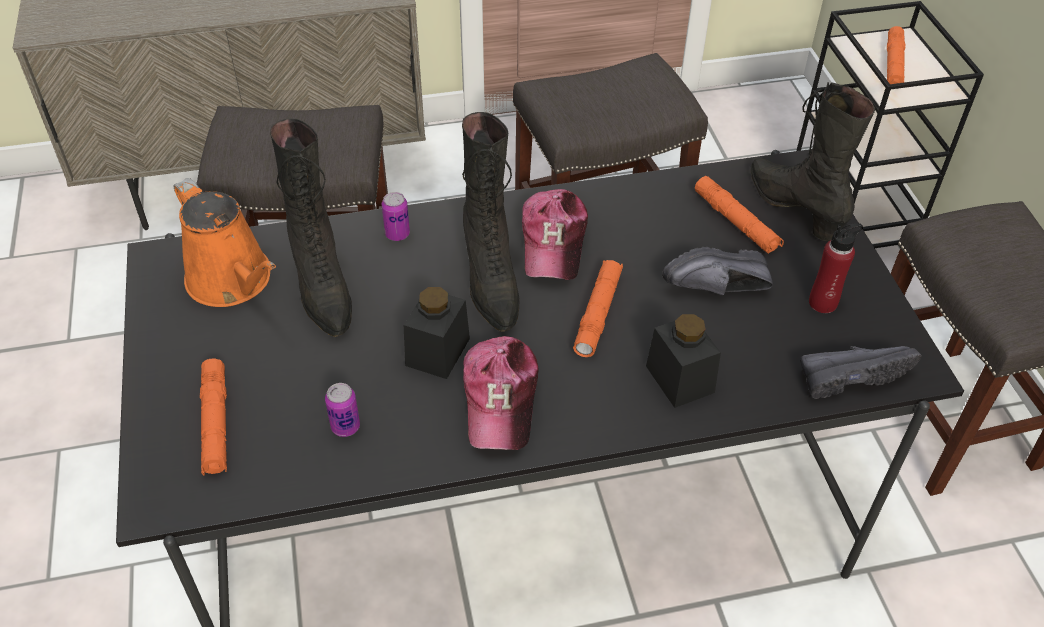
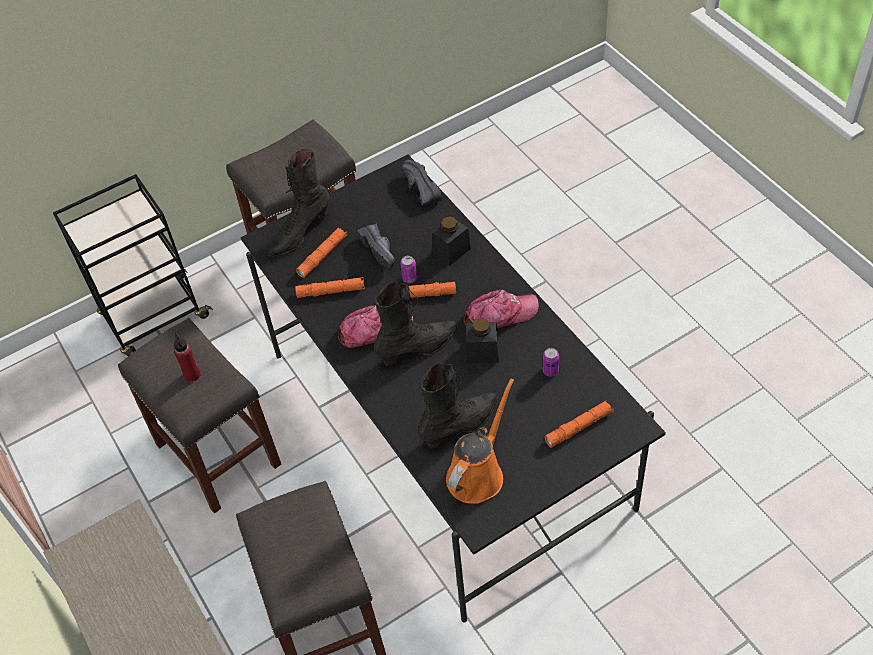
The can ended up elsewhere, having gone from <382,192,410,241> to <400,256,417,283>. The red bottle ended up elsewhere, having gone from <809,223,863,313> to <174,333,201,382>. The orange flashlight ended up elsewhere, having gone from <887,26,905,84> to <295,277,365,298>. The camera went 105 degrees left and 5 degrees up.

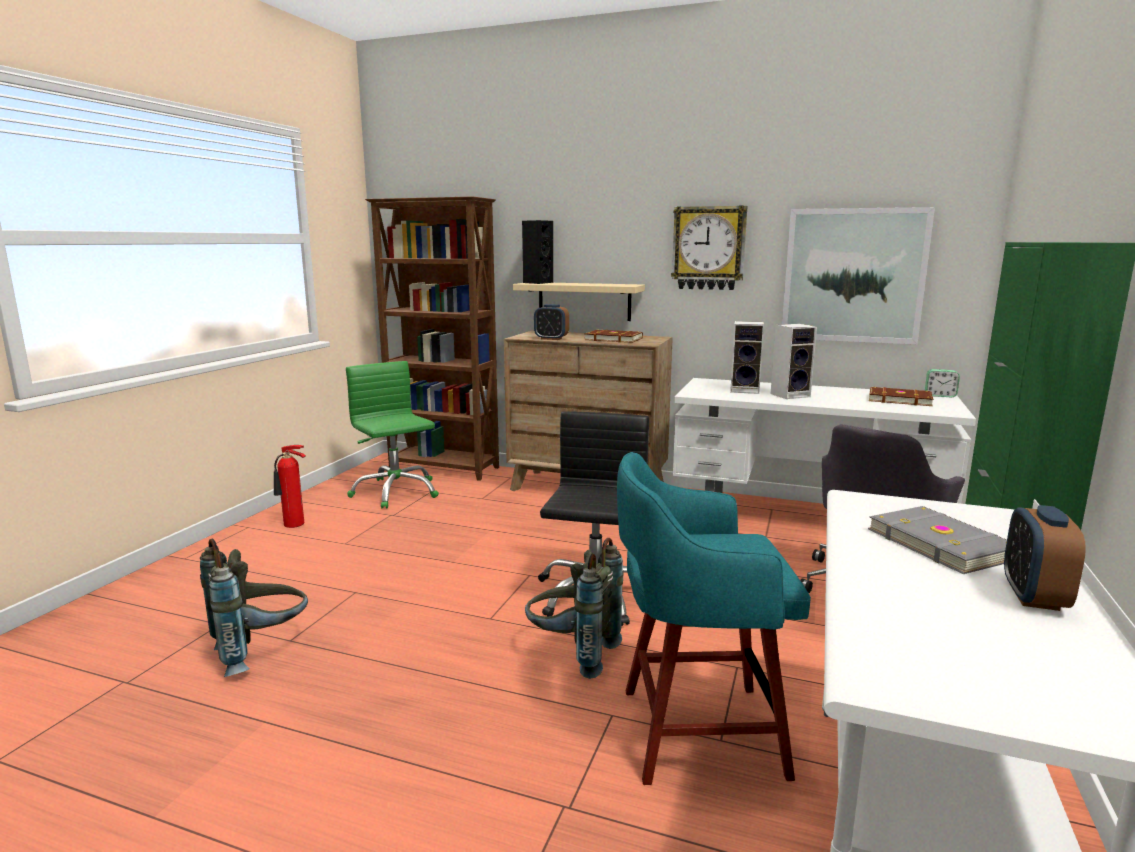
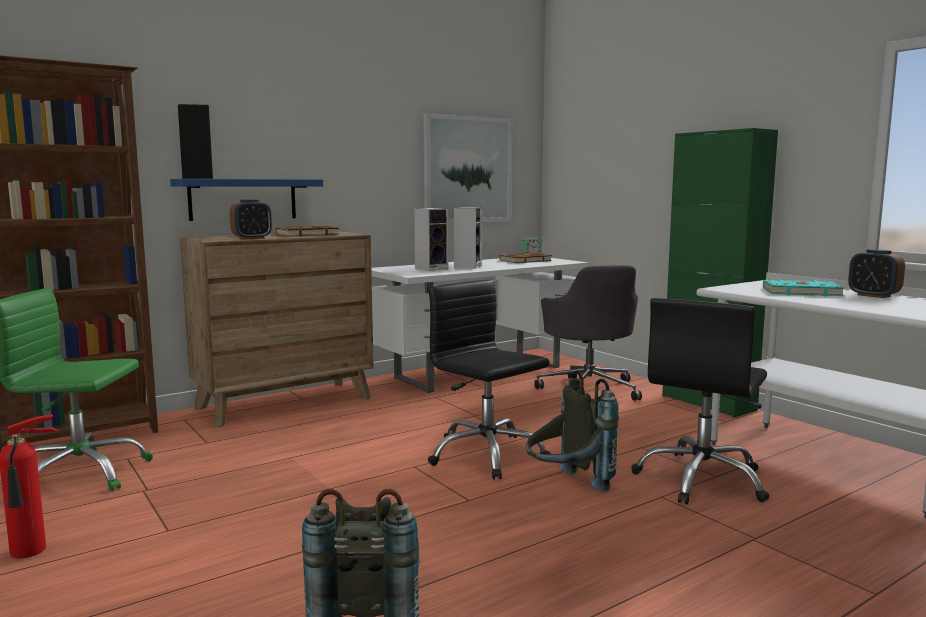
What was the beige shelf at <513,283,645,321> turned into the blue shelf at <170,179,323,221>. Where the turquoise stool stood at <617,452,811,785>, the black office chair came to stand at <631,298,770,504>. The second view lost the wall clock at <671,206,747,290>. What was the grey book at <868,506,1007,574> turned into the turquoise book at <763,279,844,296>. The camera went 55 degrees left and 5 degrees down.

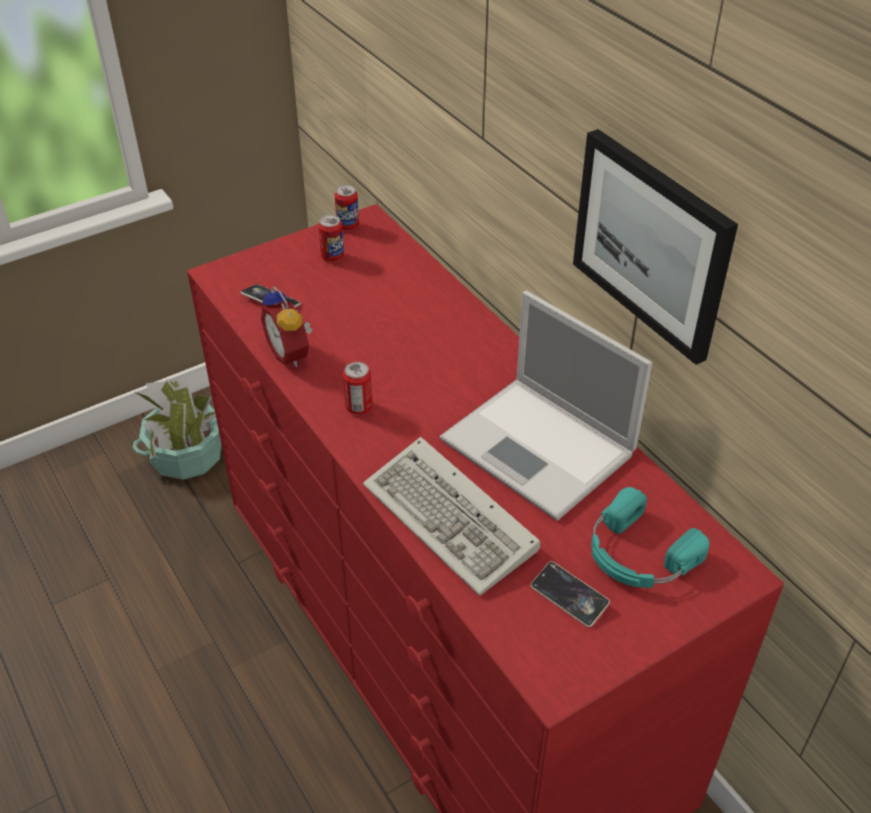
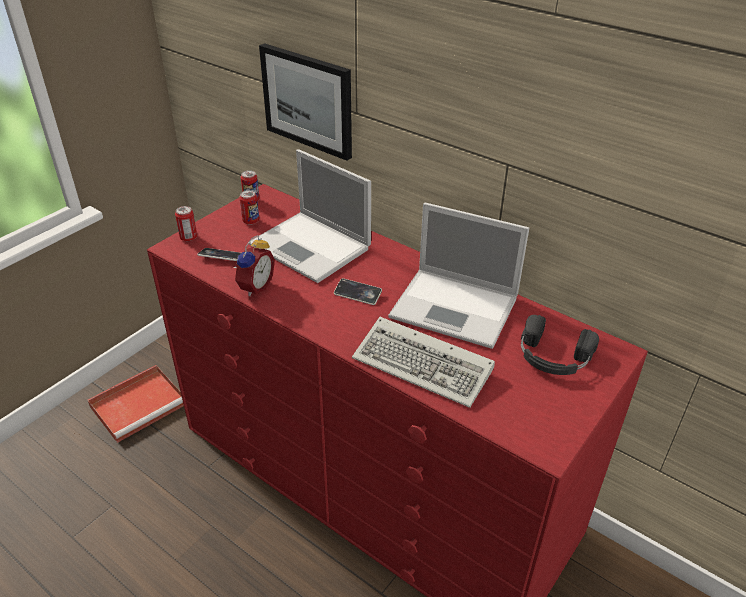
Where the potted plant stood at <132,379,221,480>, the red tray came to stand at <88,365,184,443>. The alarm clock at <261,286,312,367> ended up facing another way, 105 degrees counterclockwise from before. The can ended up elsewhere, having gone from <343,362,373,415> to <175,206,197,241>. The phone ended up elsewhere, having gone from <531,561,610,627> to <334,278,382,305>. The picture ended up elsewhere, having gone from <573,129,738,365> to <259,43,352,161>. What was the turquoise headphones at <591,487,709,588> turned into the black headphones at <521,315,599,375>. The second view gained the laptop at <249,149,371,283>. The camera went 20 degrees left and 5 degrees down.

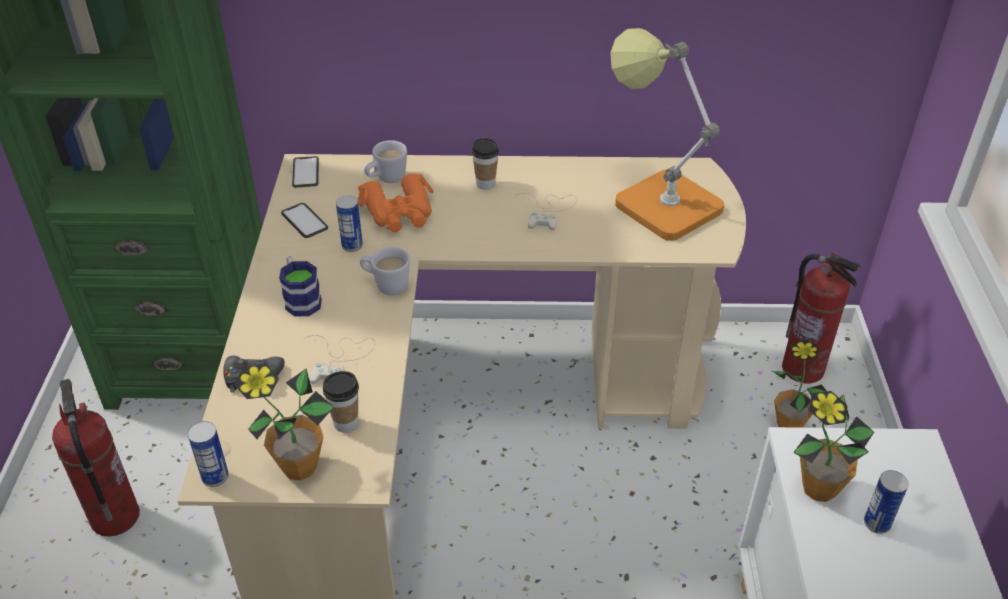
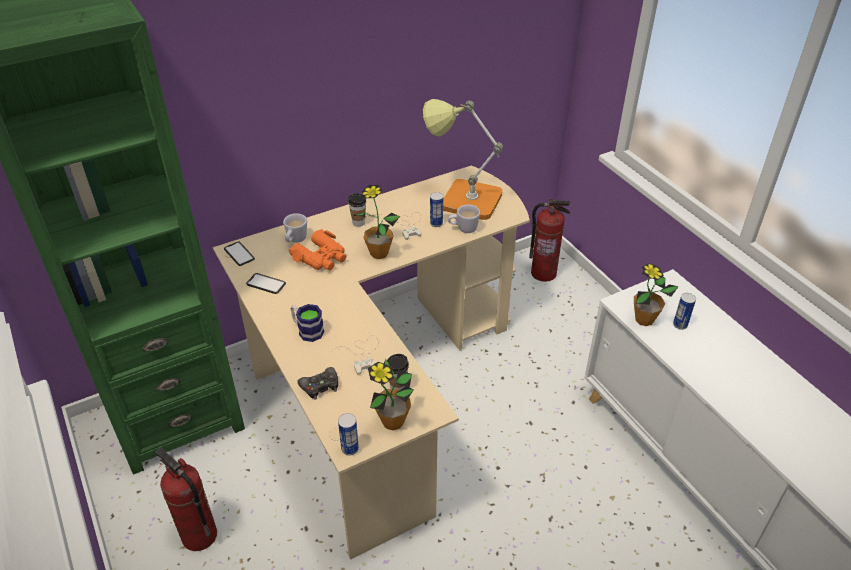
The can ended up elsewhere, having gone from <336,195,363,252> to <430,192,443,227>. The white mug ended up elsewhere, having gone from <360,247,410,296> to <448,205,480,233>. The potted plant ended up elsewhere, having gone from <773,339,827,428> to <354,185,400,259>. The camera went 30 degrees left and 0 degrees up.

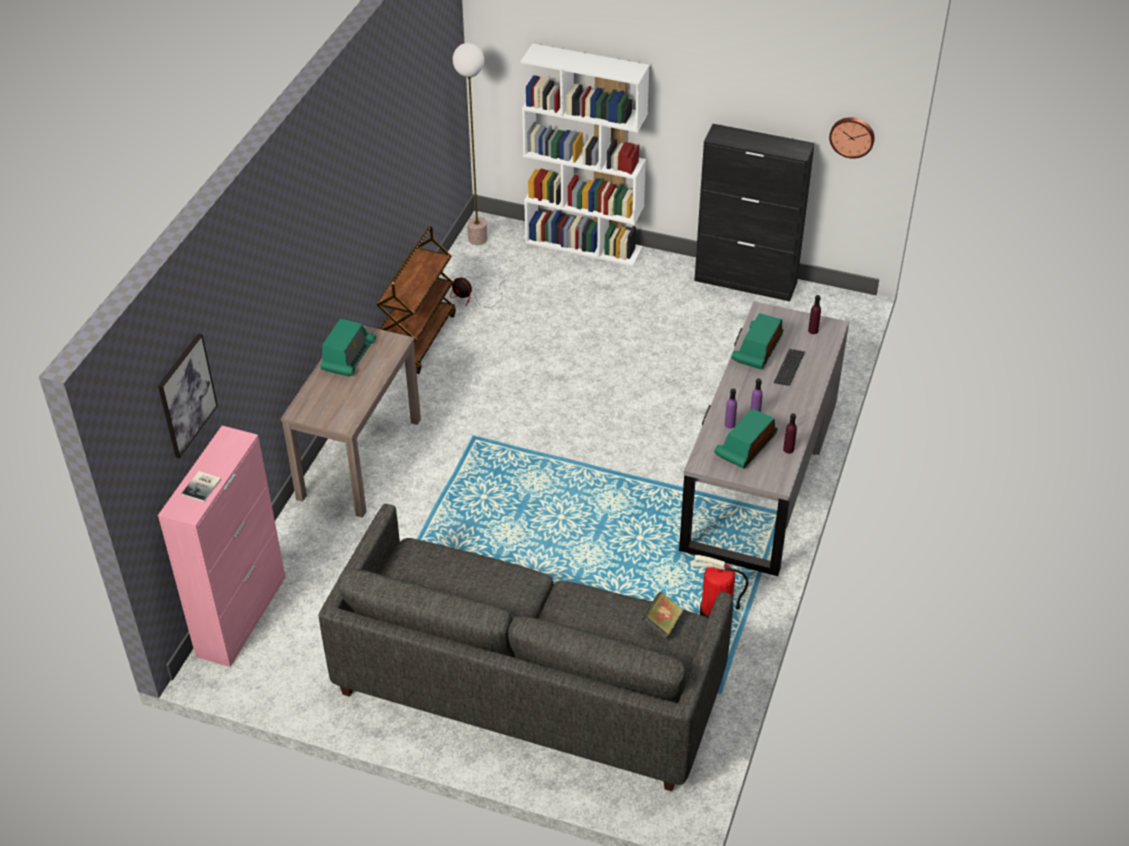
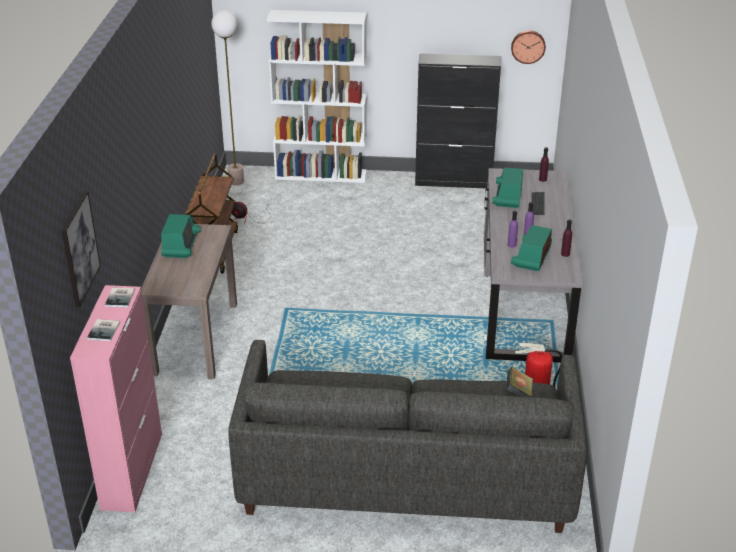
The second view gained the book at <105,288,135,307>. The camera went 15 degrees left and 10 degrees down.

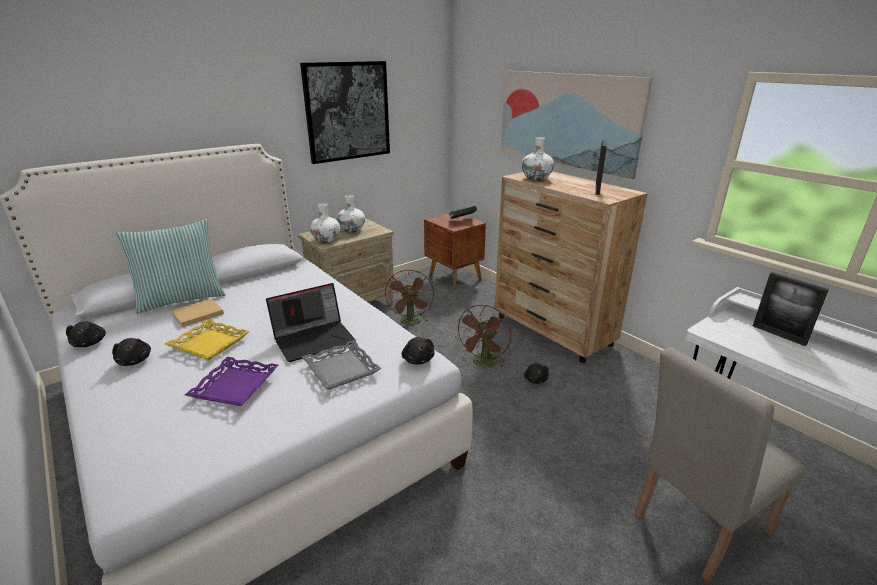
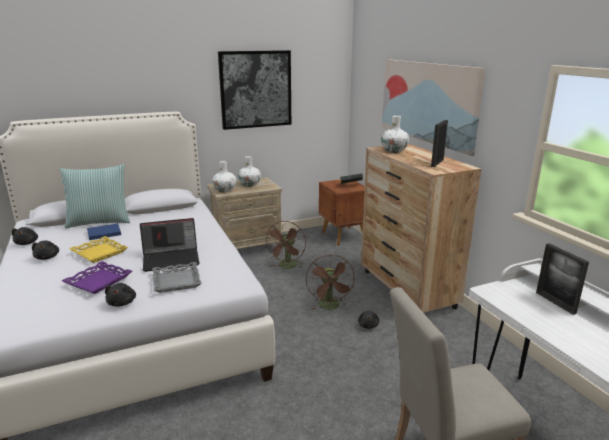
What was the beige book at <171,299,224,327> turned into the blue book at <87,223,121,240>. The black plush toy ended up elsewhere, having gone from <401,337,435,364> to <105,283,136,307>. The brown fan at <455,305,511,368> ended up facing another way, 45 degrees counterclockwise from before. The camera went 15 degrees right and 5 degrees down.

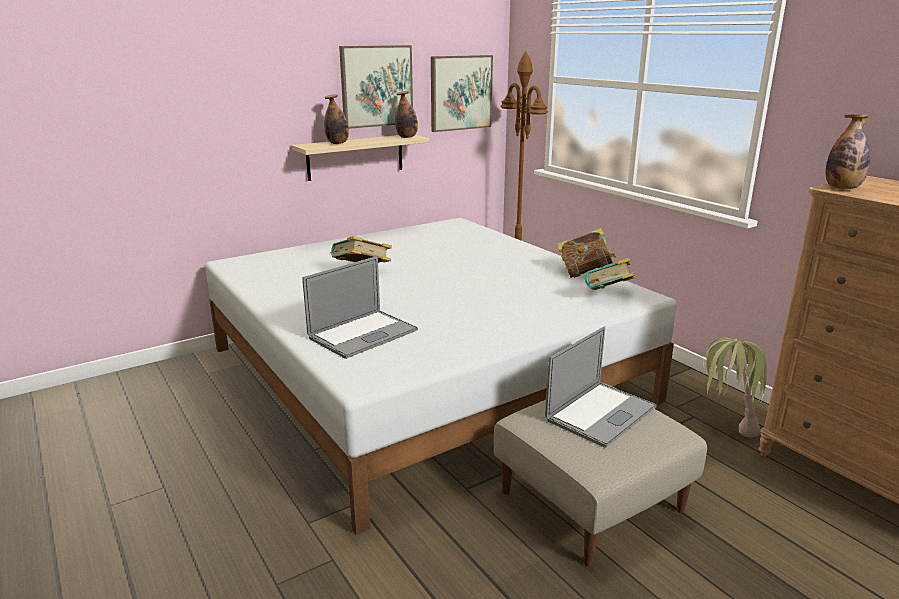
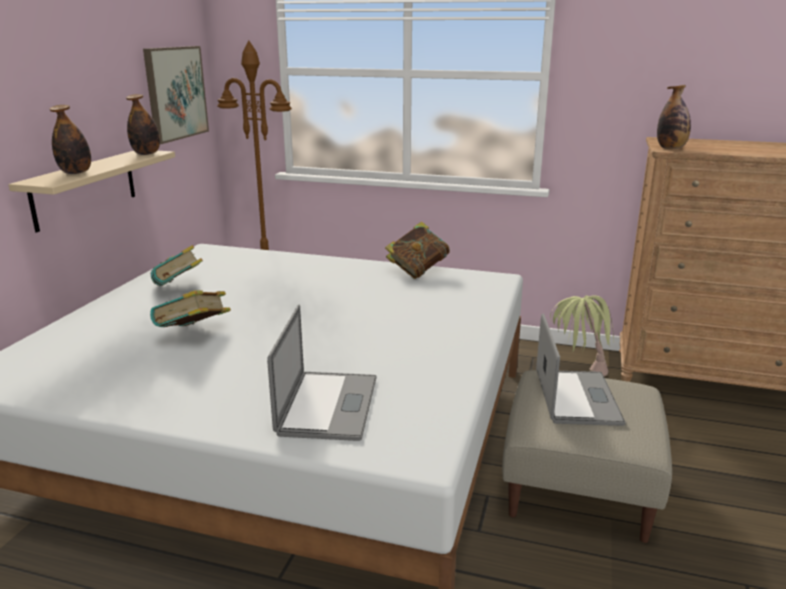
The second view lost the picture at <339,45,413,129>. The book ended up elsewhere, having gone from <585,258,635,290> to <151,245,203,286>. The camera went 40 degrees left and 0 degrees up.

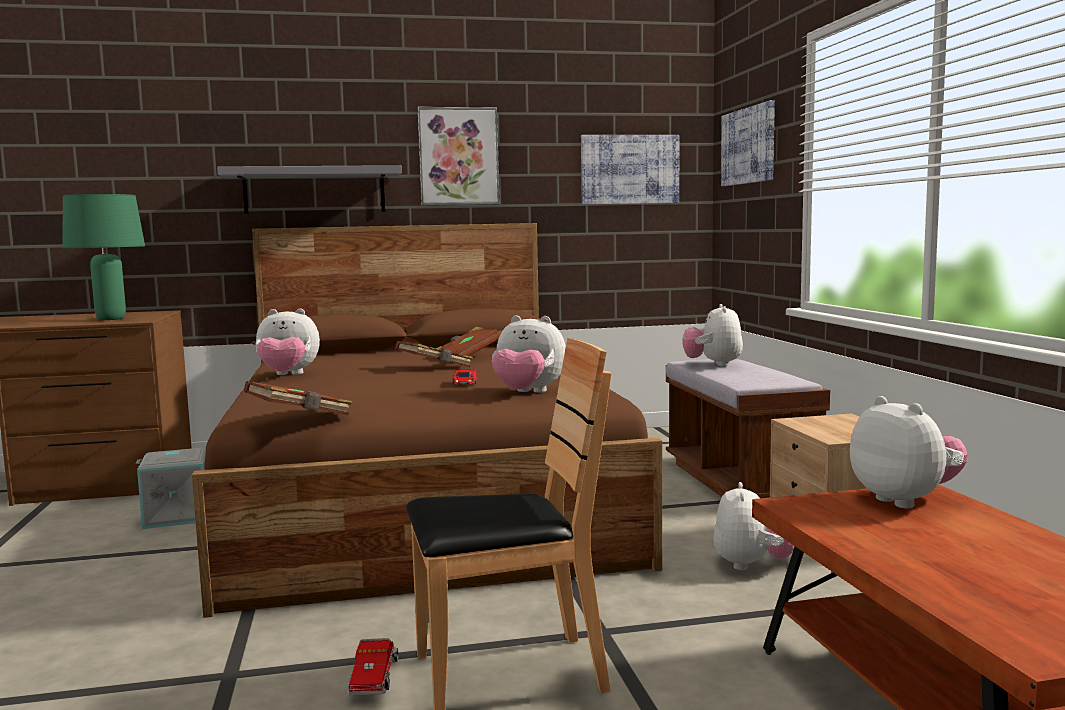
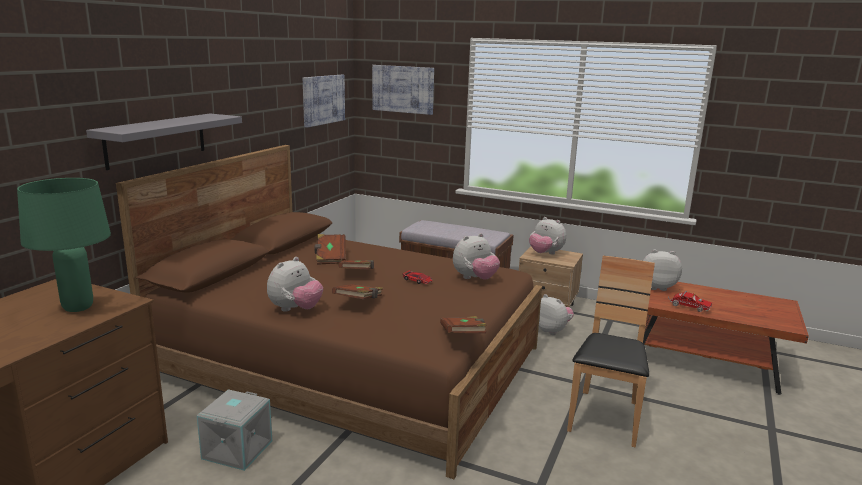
The toy truck ended up elsewhere, having gone from <347,638,398,695> to <668,291,712,312>. The second view lost the picture at <418,107,500,206>. The plush toy ended up elsewhere, having gone from <682,304,743,367> to <529,217,566,255>. The second view gained the brown book at <332,284,383,300>. The camera went 55 degrees left and 10 degrees up.

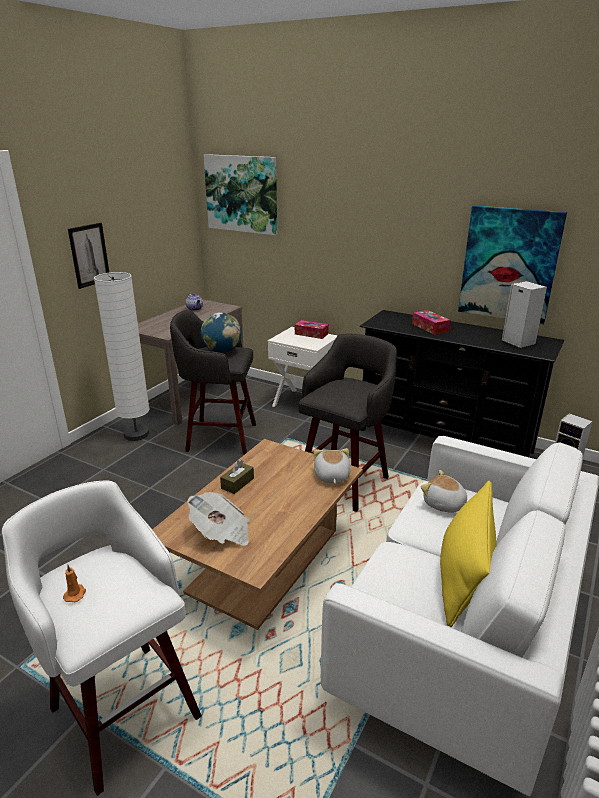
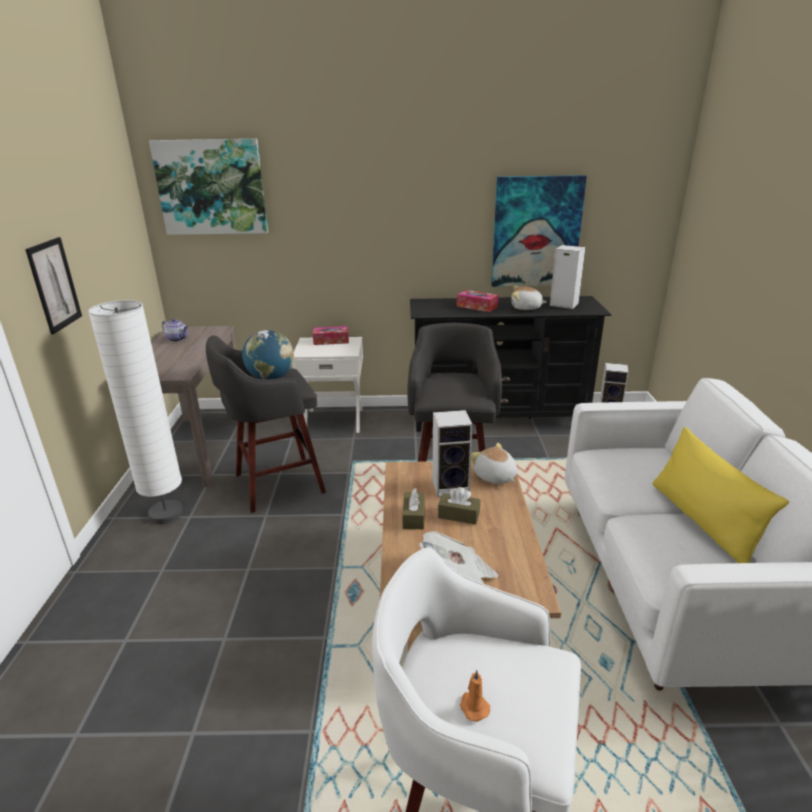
The plush toy ended up elsewhere, having gone from <420,470,467,513> to <511,286,547,310>. The second view gained the speaker at <432,410,473,497>. The second view gained the brown tissue box at <438,487,480,525>. The camera went 30 degrees left and 0 degrees up.

